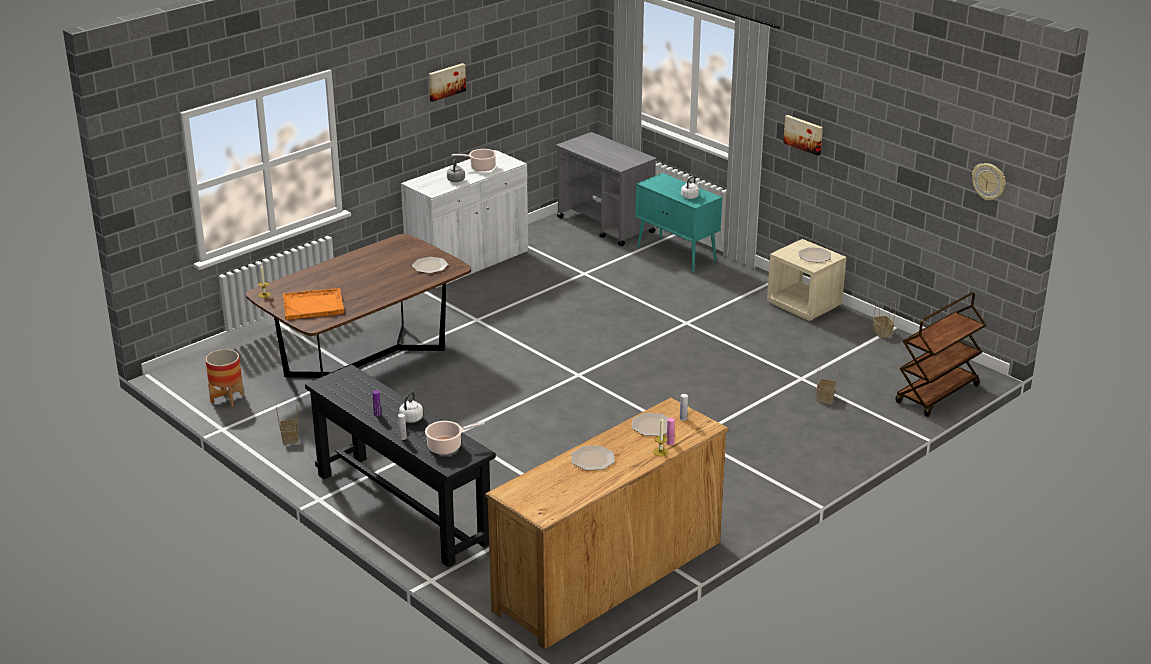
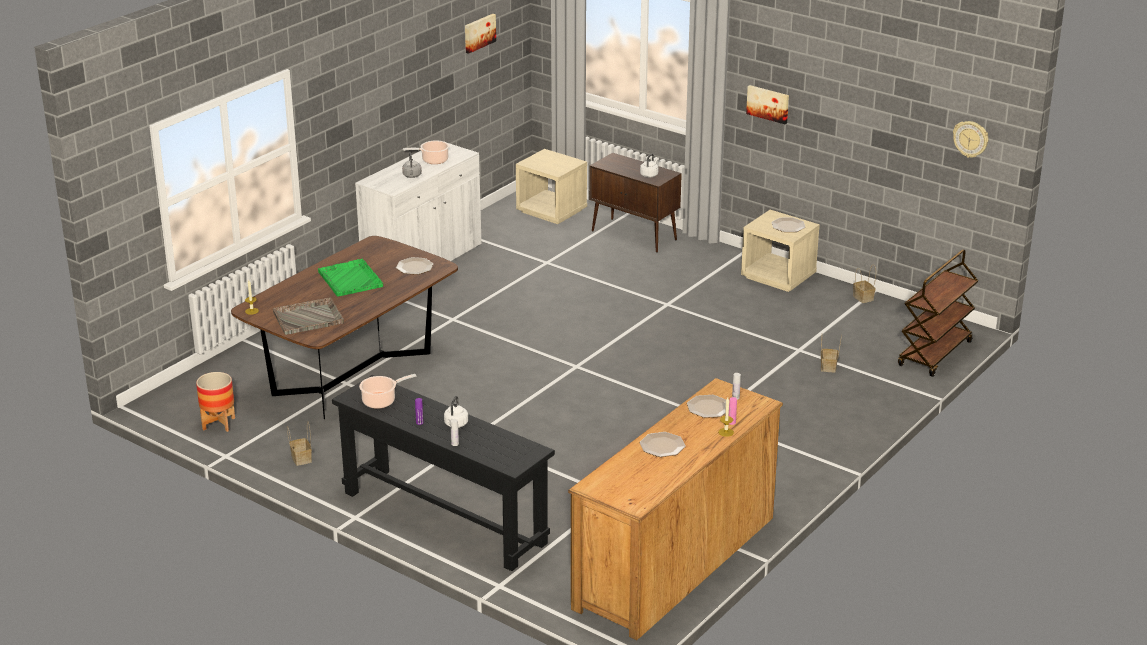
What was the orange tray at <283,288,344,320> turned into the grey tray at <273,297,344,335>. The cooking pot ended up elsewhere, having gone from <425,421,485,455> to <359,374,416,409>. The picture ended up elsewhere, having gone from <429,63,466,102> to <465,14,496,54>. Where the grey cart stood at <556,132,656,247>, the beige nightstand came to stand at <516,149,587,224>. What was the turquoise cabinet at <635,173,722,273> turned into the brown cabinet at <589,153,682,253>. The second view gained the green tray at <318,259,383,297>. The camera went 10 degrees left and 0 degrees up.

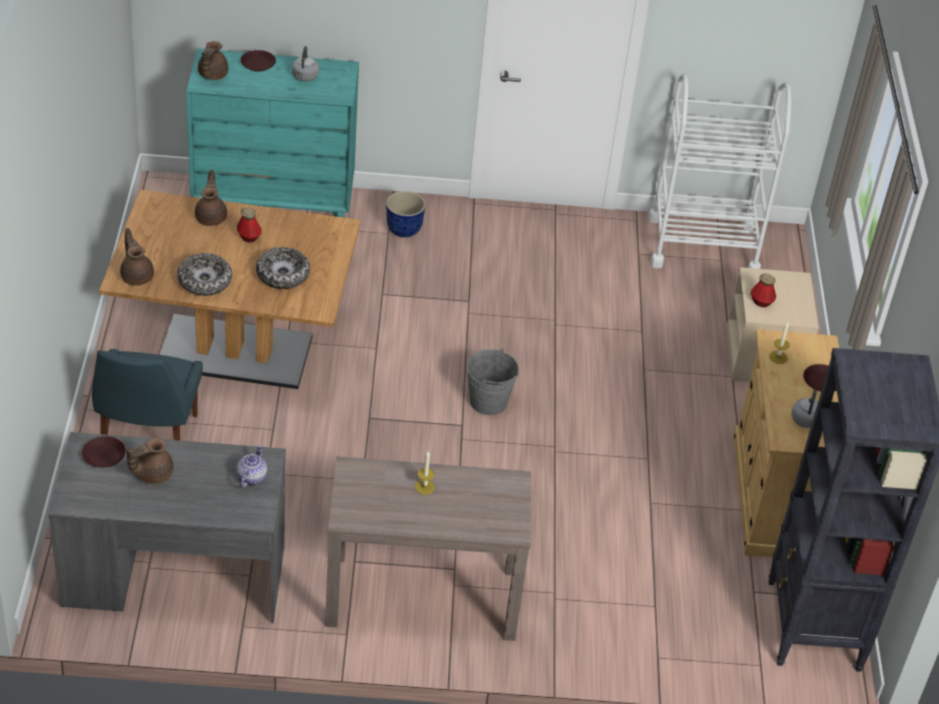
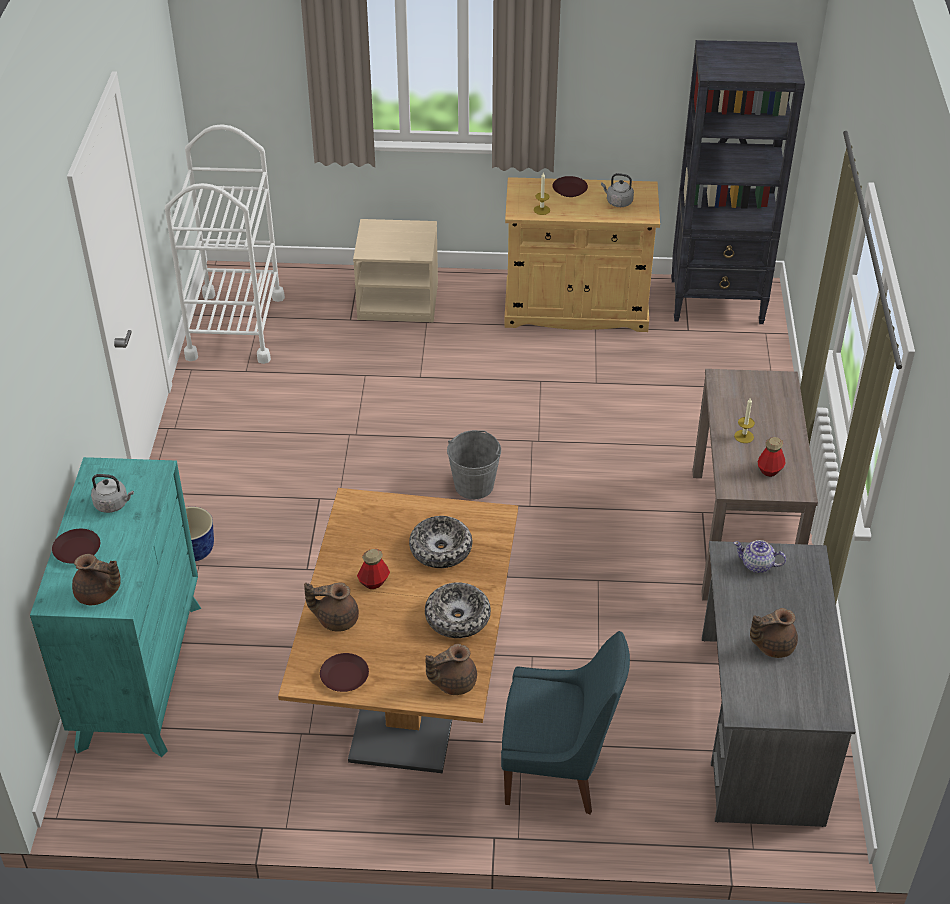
The brown plate ended up elsewhere, having gone from <82,436,126,468> to <320,653,369,692>. The brown teapot at <127,438,173,484> ended up facing another way, 105 degrees clockwise from before. The bottle ended up elsewhere, having gone from <750,273,776,307> to <758,437,786,477>. The camera went 85 degrees left and 0 degrees up.

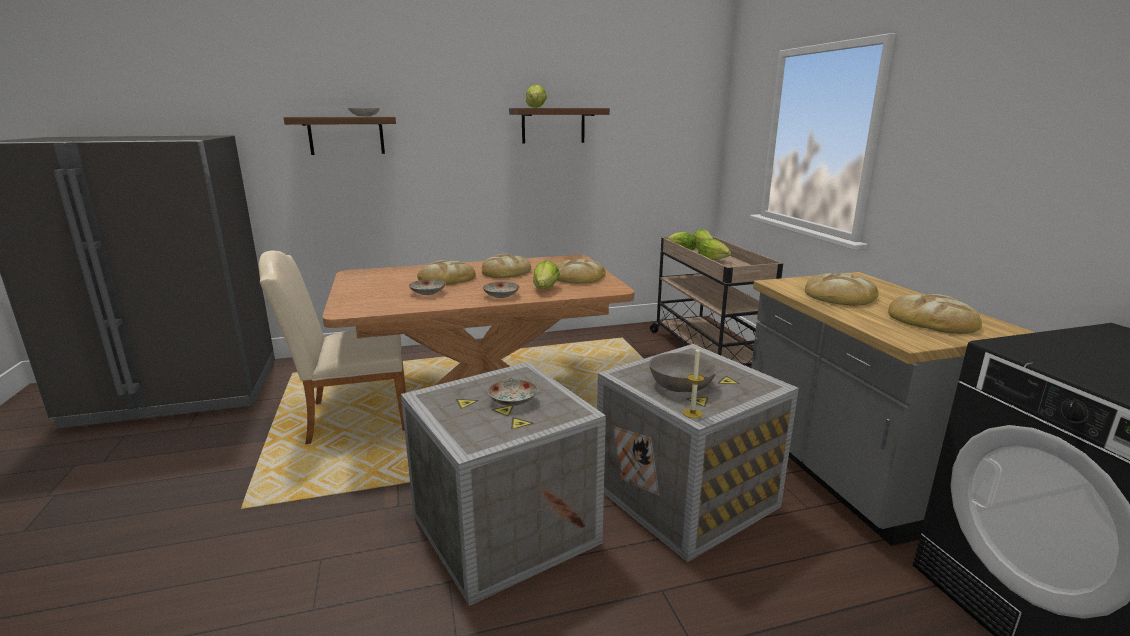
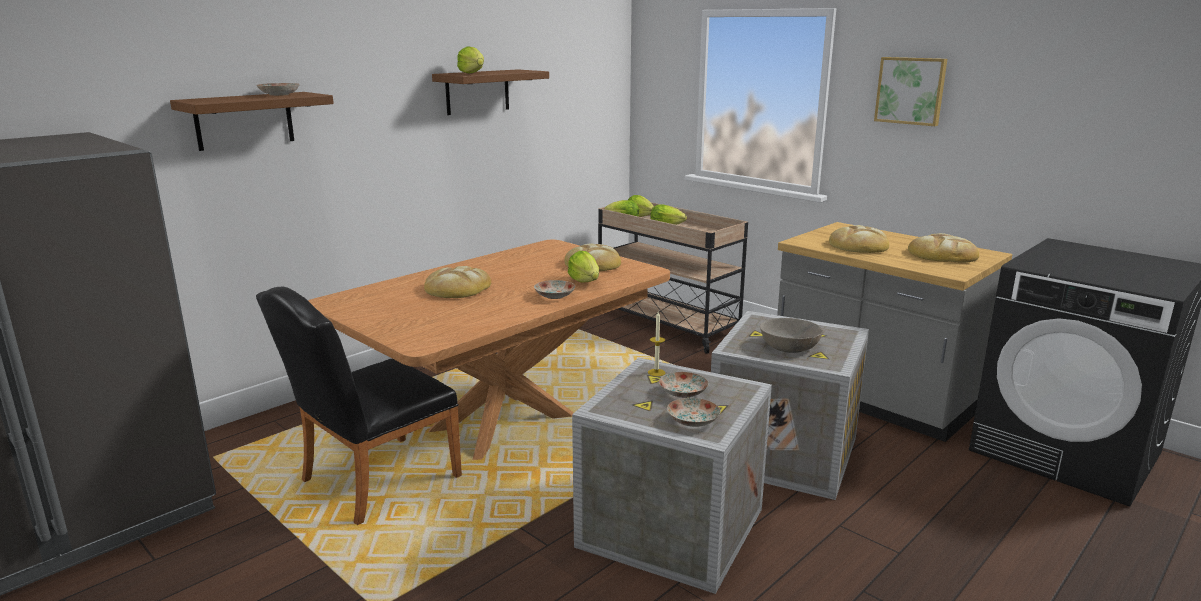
What was the beige chair at <259,251,406,444> turned into the black chair at <256,287,462,525>. The plate ended up elsewhere, having gone from <409,279,446,295> to <667,398,721,427>. The second view lost the bread at <482,254,531,278>. The candle ended up elsewhere, having gone from <683,347,704,418> to <648,312,665,377>. The second view gained the picture at <874,57,947,126>. The camera went 30 degrees left and 0 degrees up.

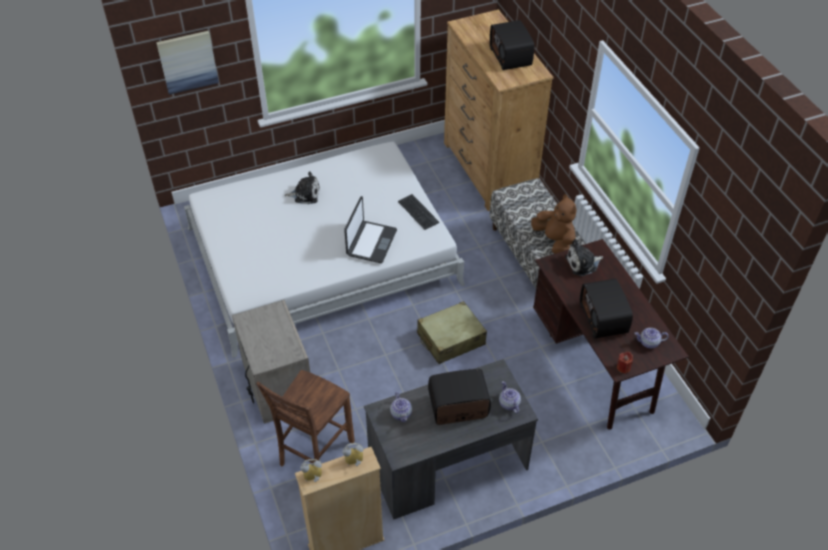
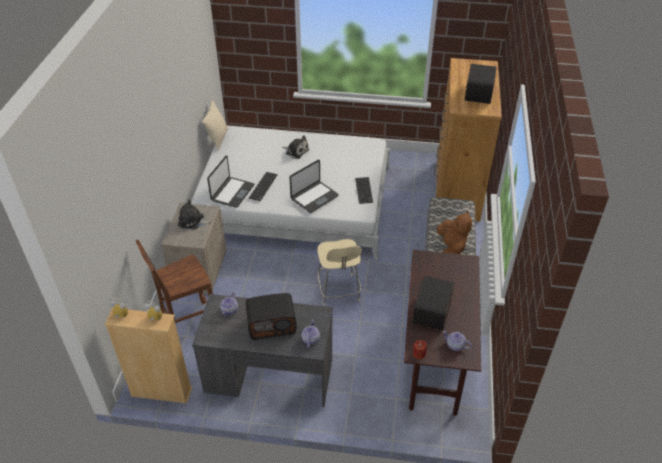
The second view lost the picture at <156,31,219,95>. Where the beige suitcase stood at <417,301,487,364>, the beige chair came to stand at <317,239,362,306>. The radio at <428,369,491,425> ended up facing another way, 150 degrees clockwise from before. The plush toy ended up elsewhere, having gone from <565,239,603,276> to <178,199,211,230>. The second view gained the beige pillow at <202,100,228,150>. The second view gained the laptop at <207,156,254,208>. The second view gained the keyboard at <249,172,277,201>. The camera went 30 degrees right and 5 degrees down.

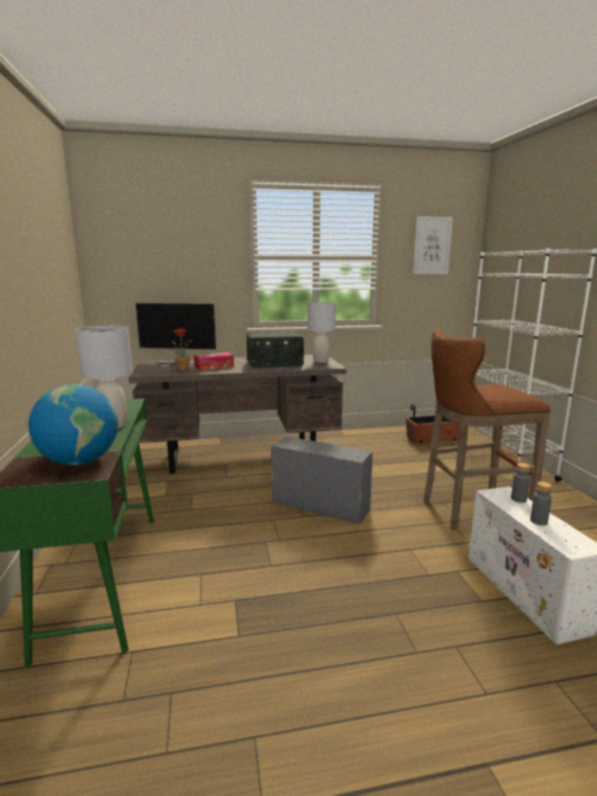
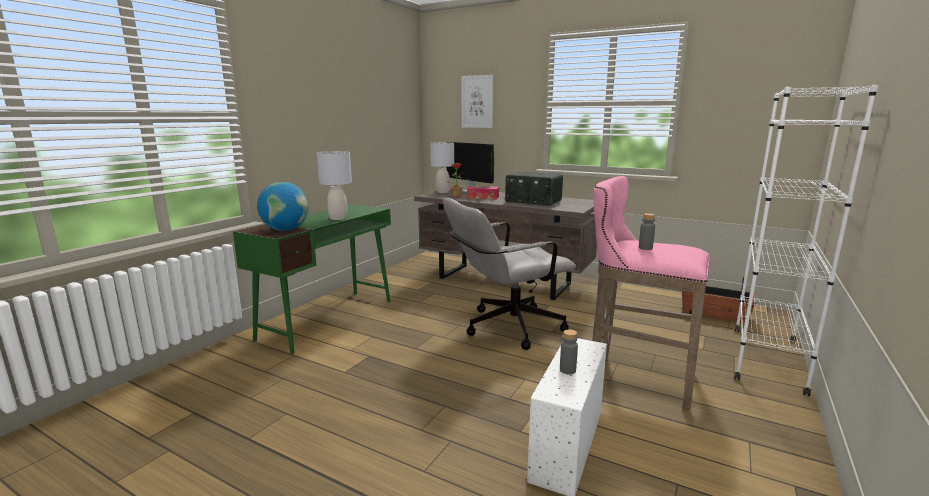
Where the grey storage box stood at <271,436,373,524>, the grey office chair came to stand at <443,198,576,350>. The grey table lamp ended up elsewhere, having gone from <307,302,336,363> to <430,142,454,193>. The picture ended up elsewhere, having gone from <413,216,453,274> to <462,75,493,128>. What was the brown stool at <424,328,550,530> turned into the pink stool at <592,176,710,411>. The grey bottle ended up elsewhere, having gone from <511,463,530,503> to <639,213,655,250>. The camera went 40 degrees right and 0 degrees up.

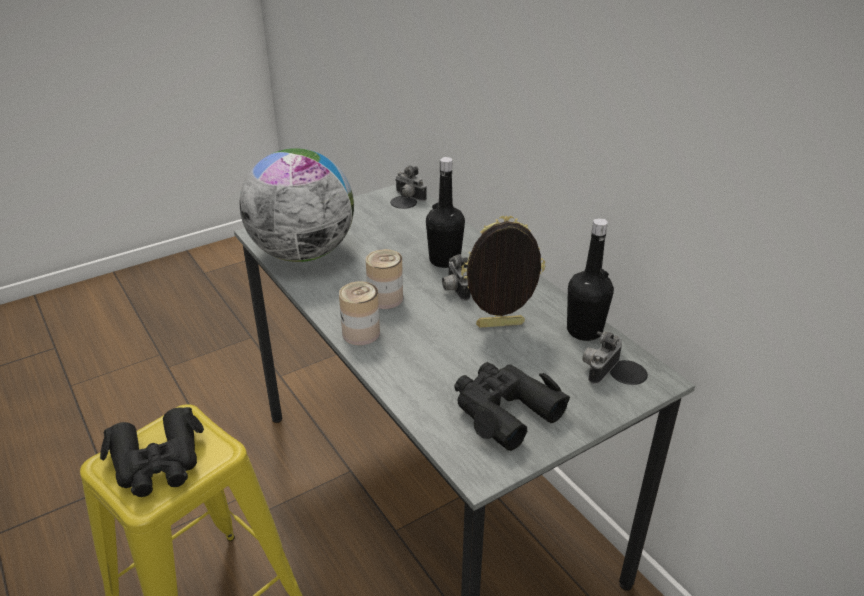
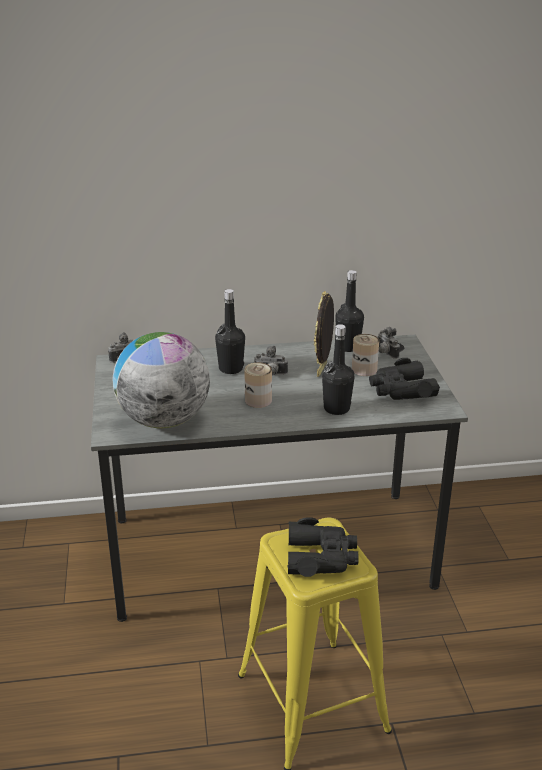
The can ended up elsewhere, having gone from <339,281,380,345> to <352,334,379,376>. The second view gained the black bottle at <322,324,355,415>. The camera went 65 degrees left and 5 degrees down.

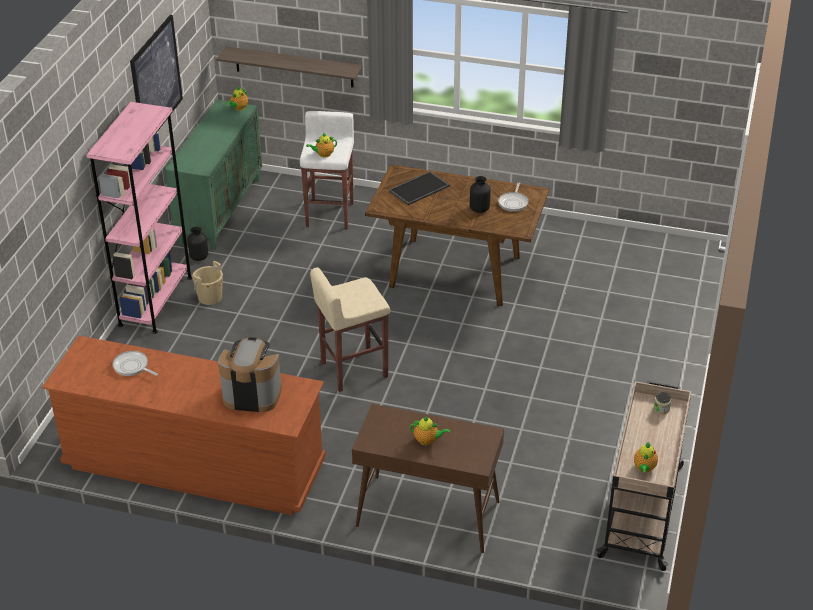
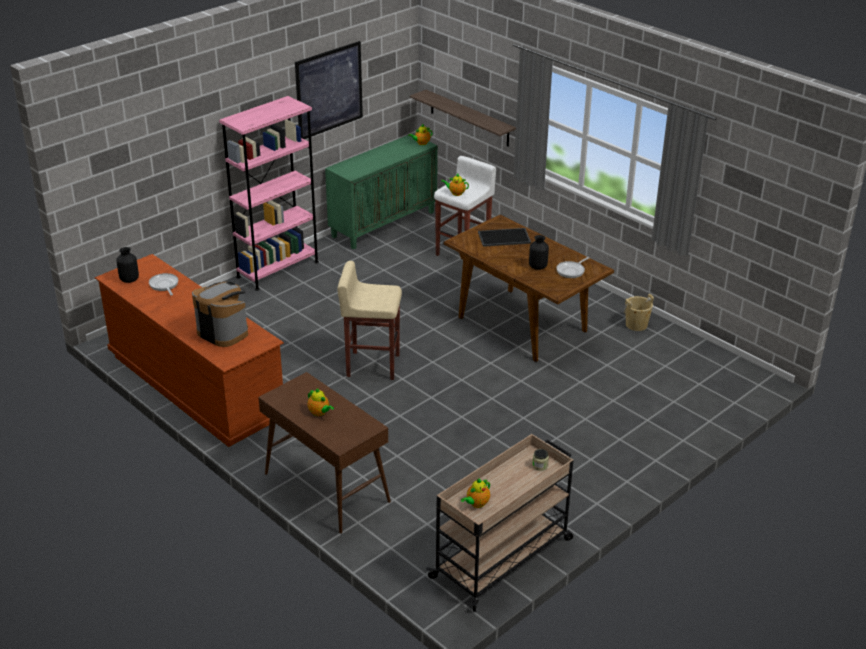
The black vase ended up elsewhere, having gone from <187,227,208,261> to <117,247,139,283>. The beige bucket ended up elsewhere, having gone from <192,261,223,305> to <624,294,654,331>. The camera went 30 degrees right and 5 degrees down.

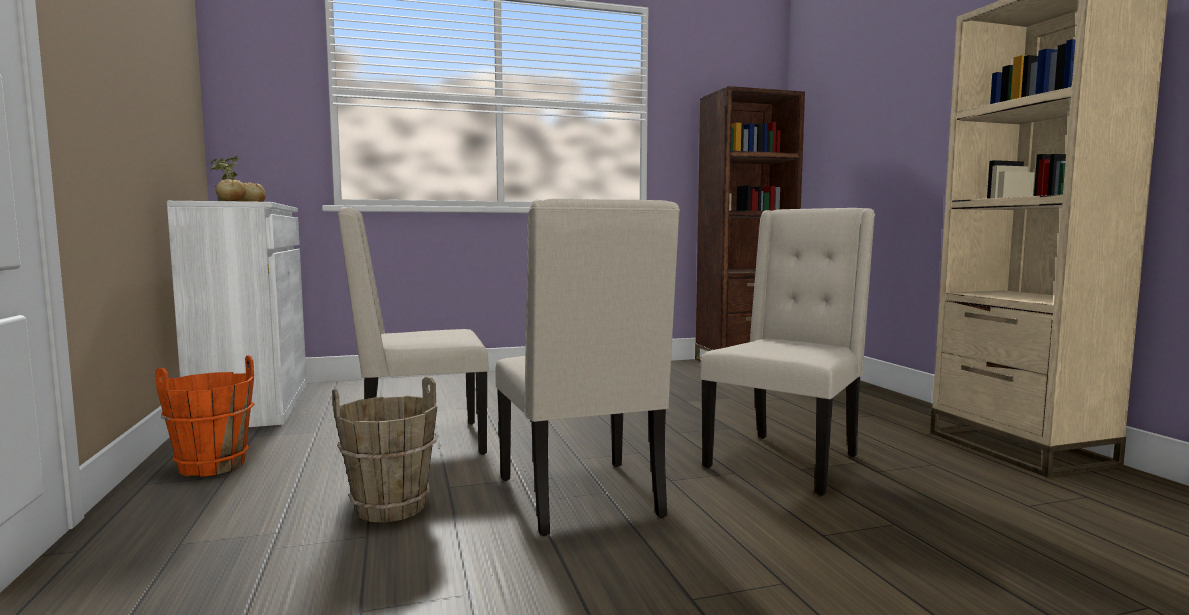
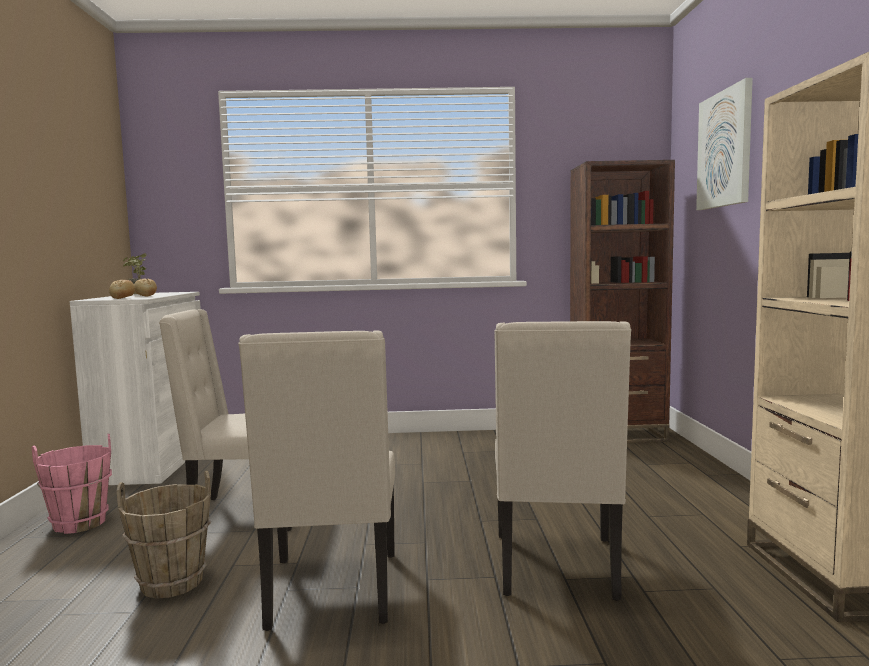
What was the orange bucket at <155,355,254,477> turned into the pink bucket at <32,434,112,534>. The beige chair at <700,208,875,496> ended up facing another way, 135 degrees clockwise from before. The second view gained the picture at <696,78,753,210>. The camera went 15 degrees right and 0 degrees up.

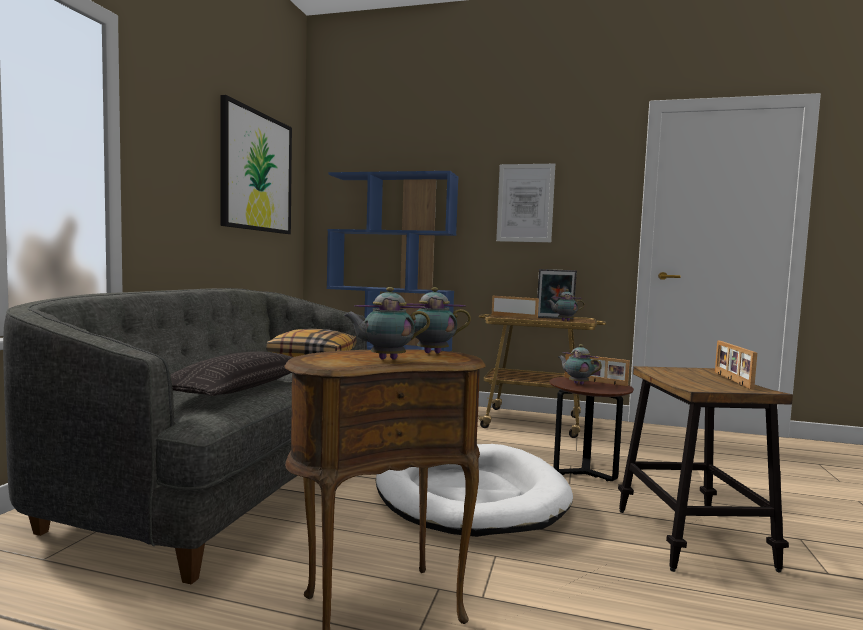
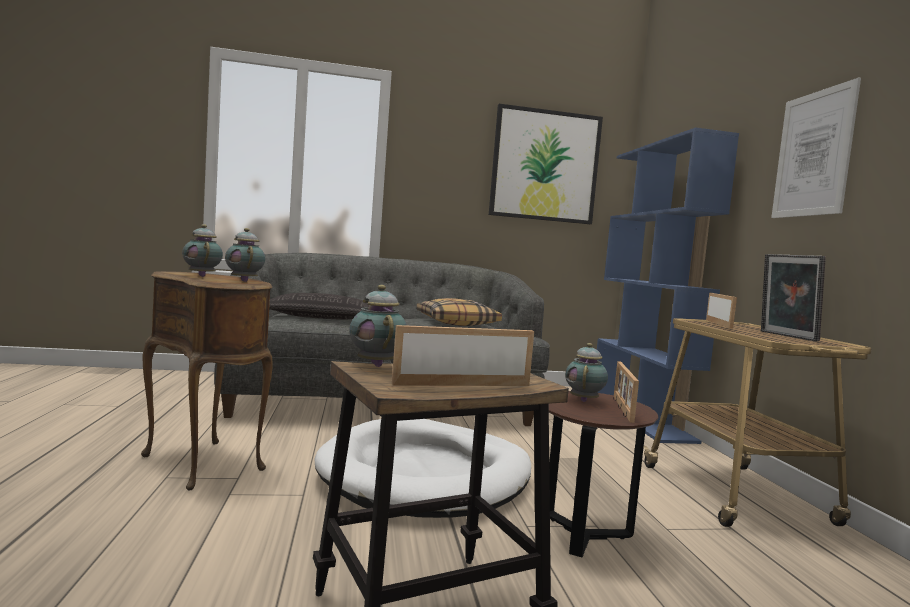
The teapot ended up elsewhere, having gone from <547,289,585,321> to <349,285,407,367>. The camera went 65 degrees right and 0 degrees up.

